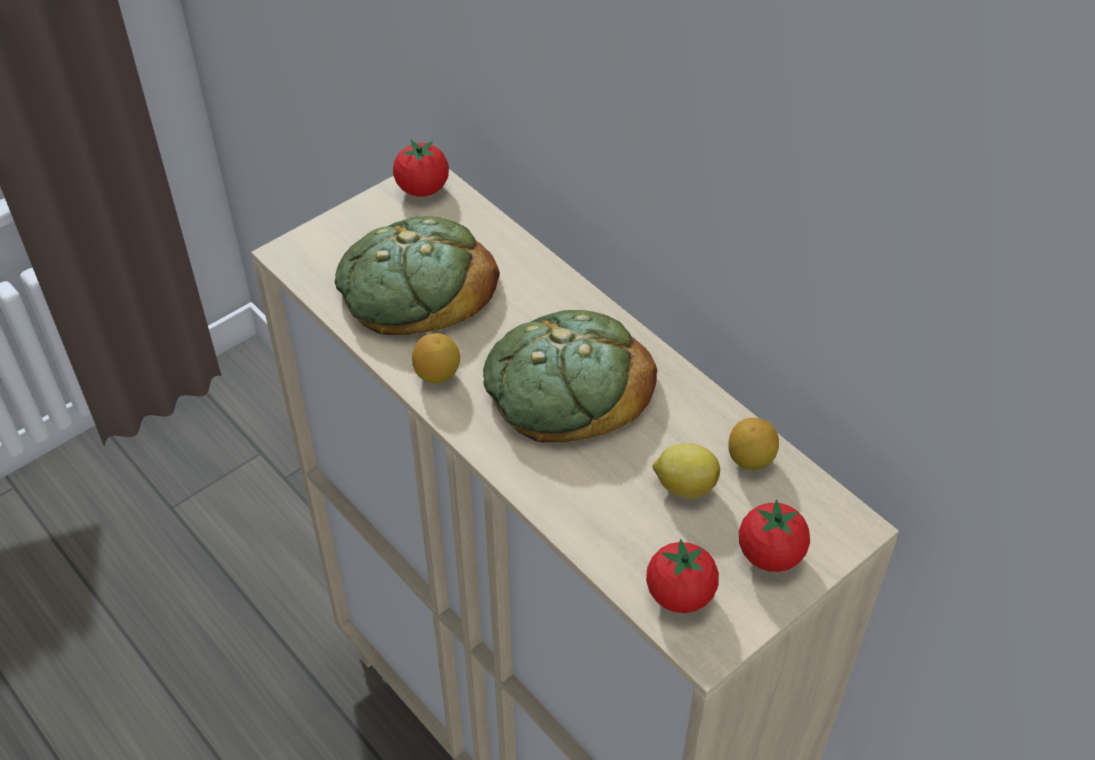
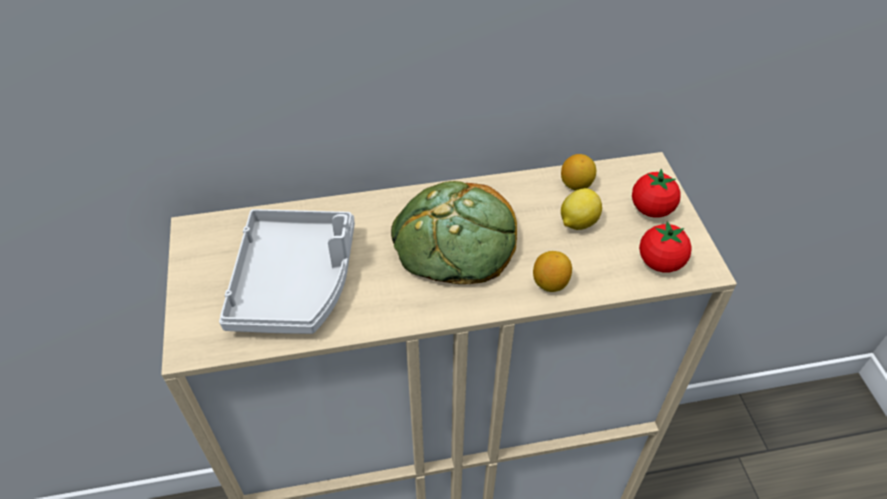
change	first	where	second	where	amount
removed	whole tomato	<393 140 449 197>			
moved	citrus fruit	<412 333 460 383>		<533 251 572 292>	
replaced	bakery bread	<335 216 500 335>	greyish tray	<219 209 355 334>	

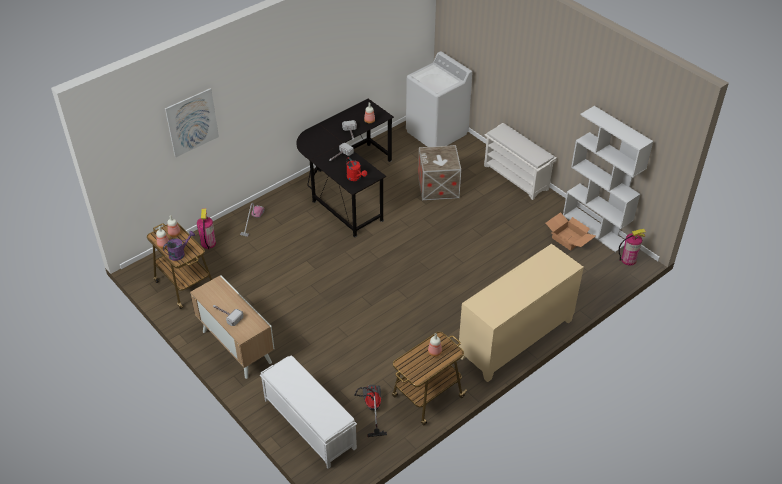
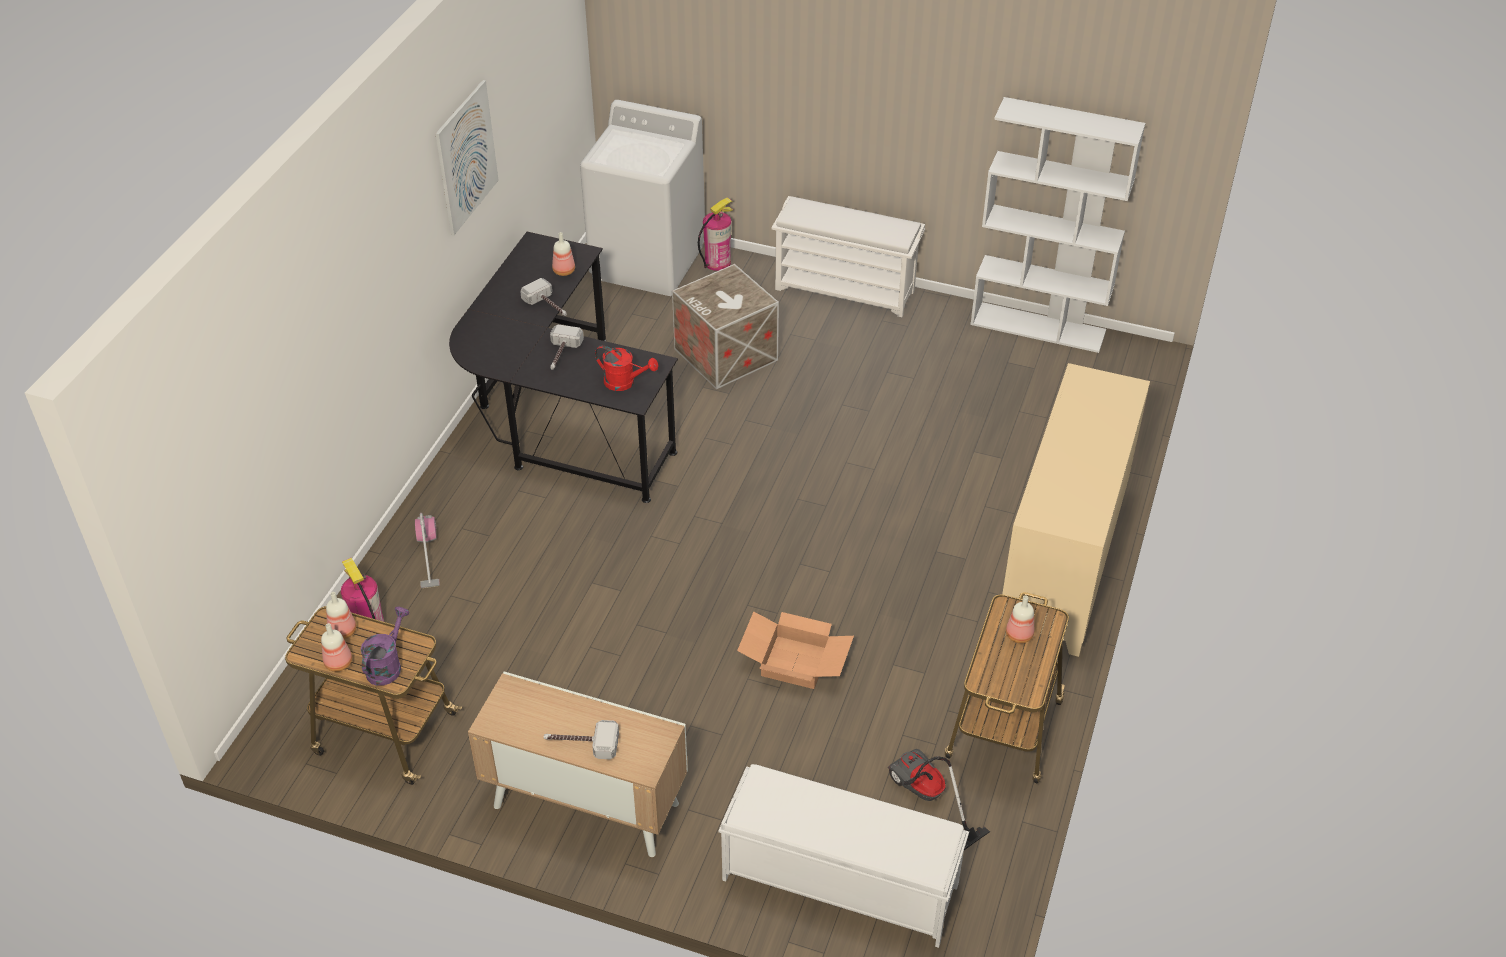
change	first	where	second	where	amount
moved	wall art	<165 88 219 158>		<435 80 499 235>	
moved	carton	<546 212 596 251>		<737 611 854 689>	
moved	fire-fighting cylinder	<619 229 646 265>		<698 197 733 271>	

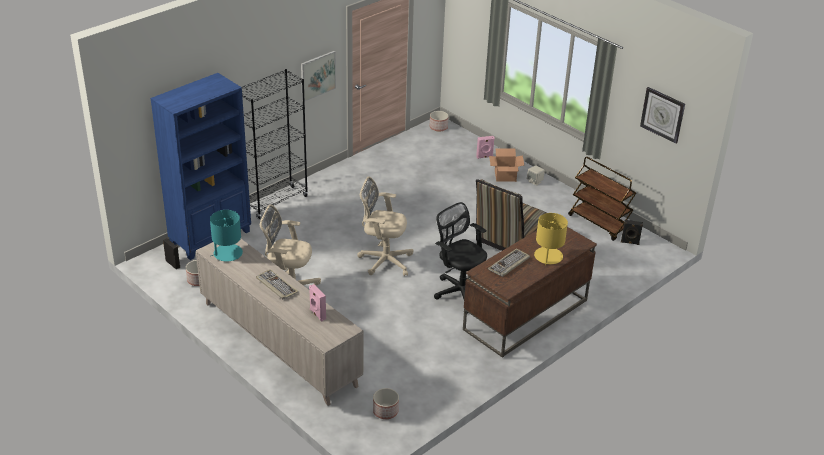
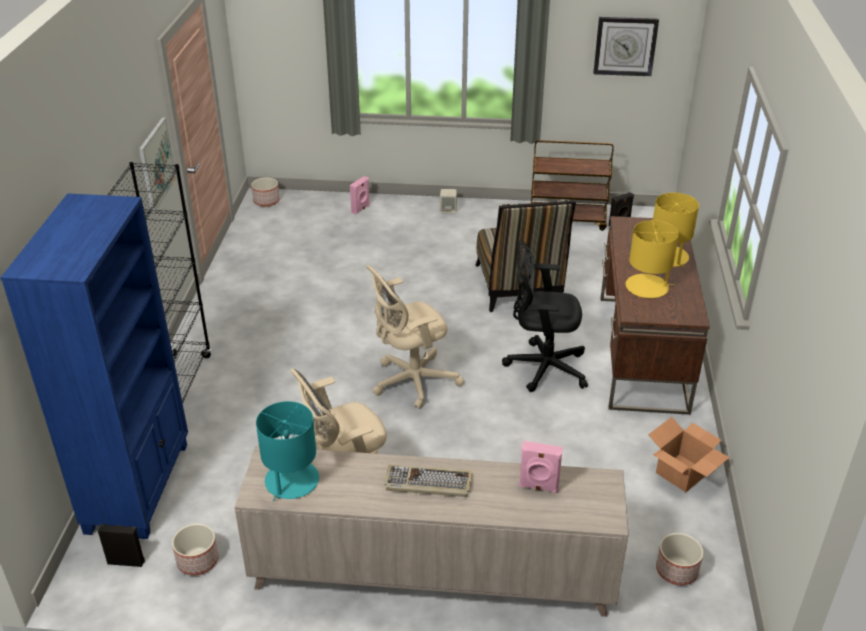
change	first	where	second	where	amount
moved	carton	<489 148 524 182>		<648 417 730 492>	
replaced	computer keyboard	<488 248 530 277>	yellow table lamp	<626 220 679 298>	

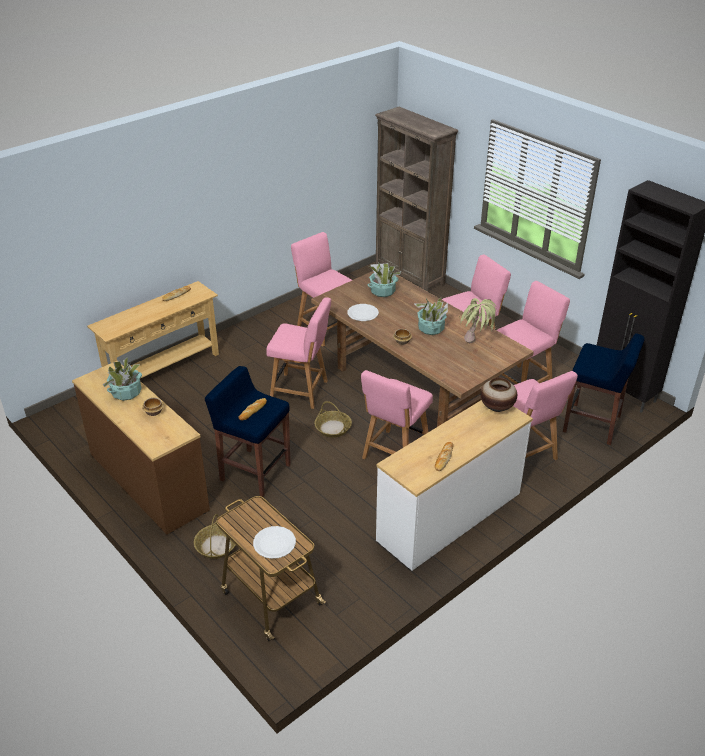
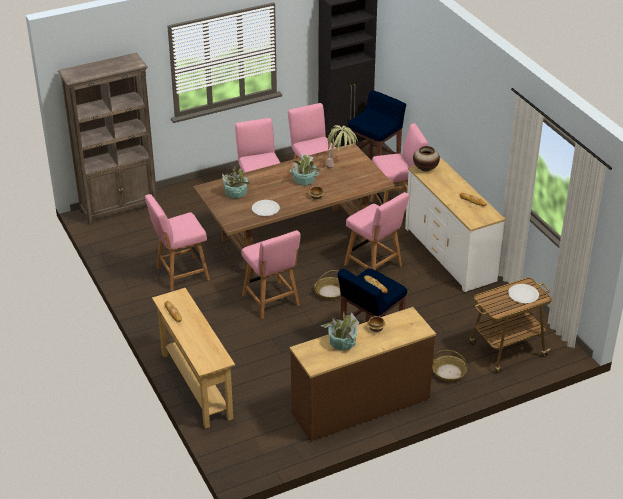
change	first	where	second	where	amount
turned	pinkish plain chair	<266 297 331 409>		<242 230 301 319>	120 degrees clockwise

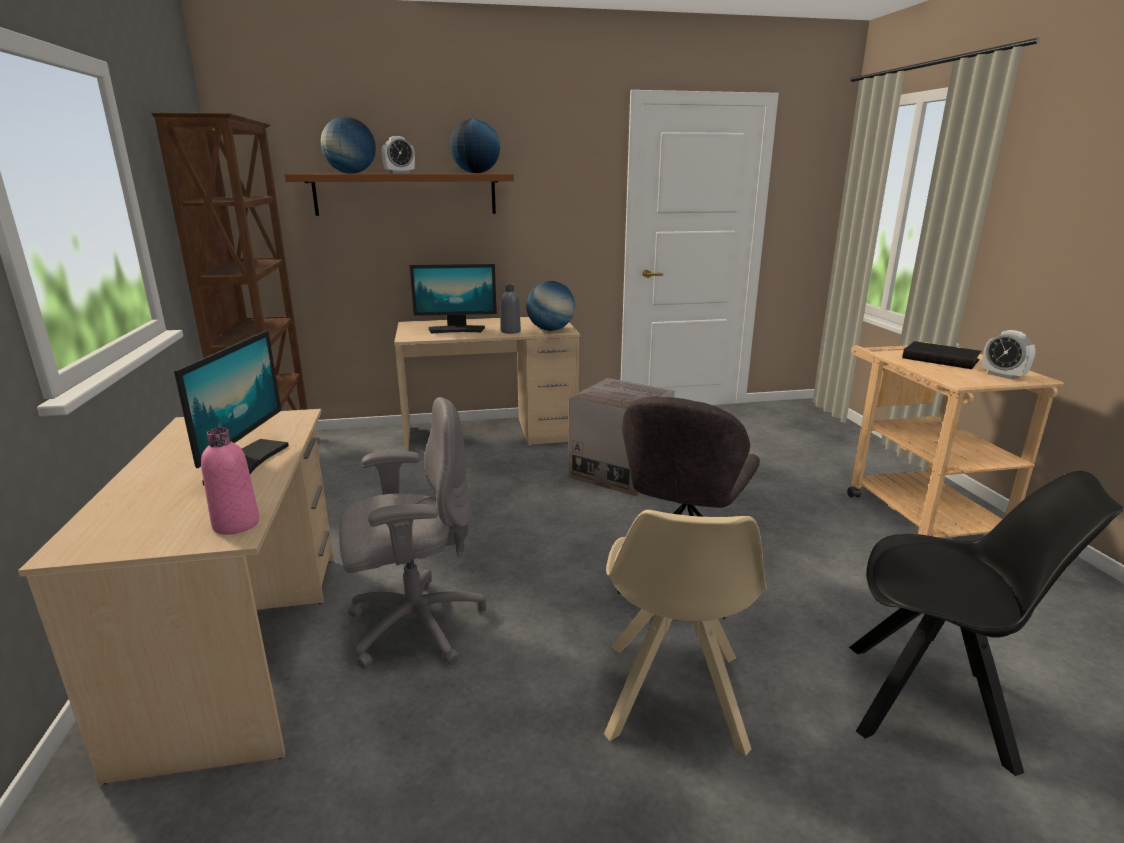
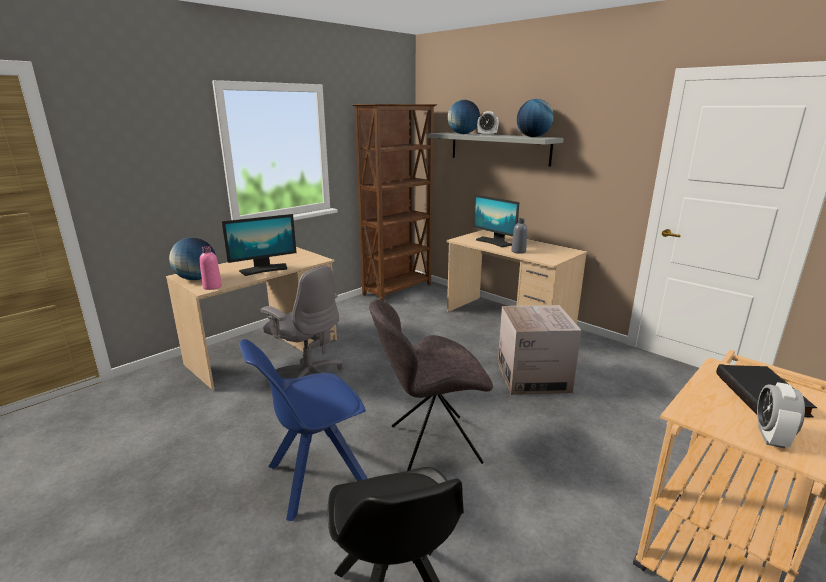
change	first	where	second	where	amount
moved	globe	<527 281 575 331>		<169 237 216 280>	
recoloured	brown-coloured bracket shelf	<285 174 514 216>	greyish bracket shelf	<428 133 564 167>	
recoloured	sand-coloured plain chair	<604 510 767 755>	blue-coloured plain chair	<239 339 368 521>	

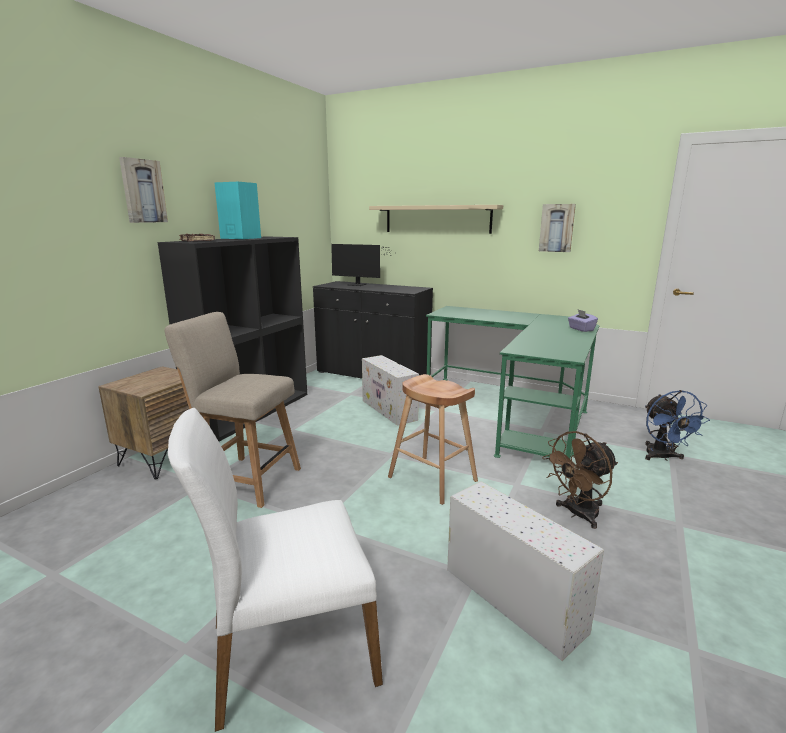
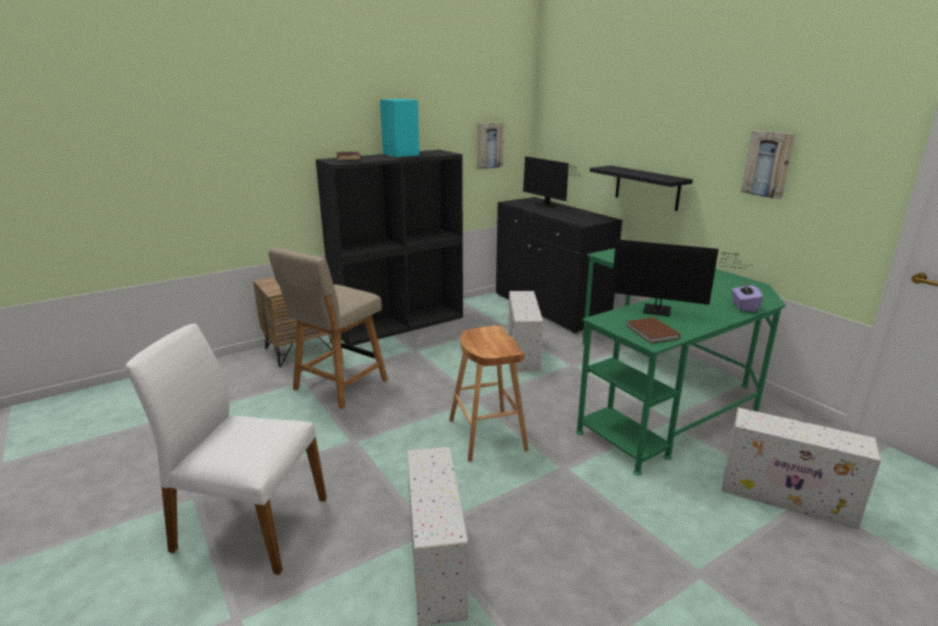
change	first	where	second	where	amount
removed	sand-coloured bracket shelf	<369 205 503 234>			
removed	brown-coloured cooling fan	<542 431 618 529>			
added			black-coloured bracket shelf	<590 165 693 211>	
added			computer display	<611 239 746 317>	
added			brown-coloured bound book	<626 317 681 343>	
moved	wall art	<119 157 168 223>		<477 122 504 169>	
replaced	blue-coloured cooling fan	<645 390 710 461>	white storage bin	<722 408 881 529>	
turned	sand-coloured plain chair	<165 312 301 508>		<268 247 388 409>	105 degrees counterclockwise

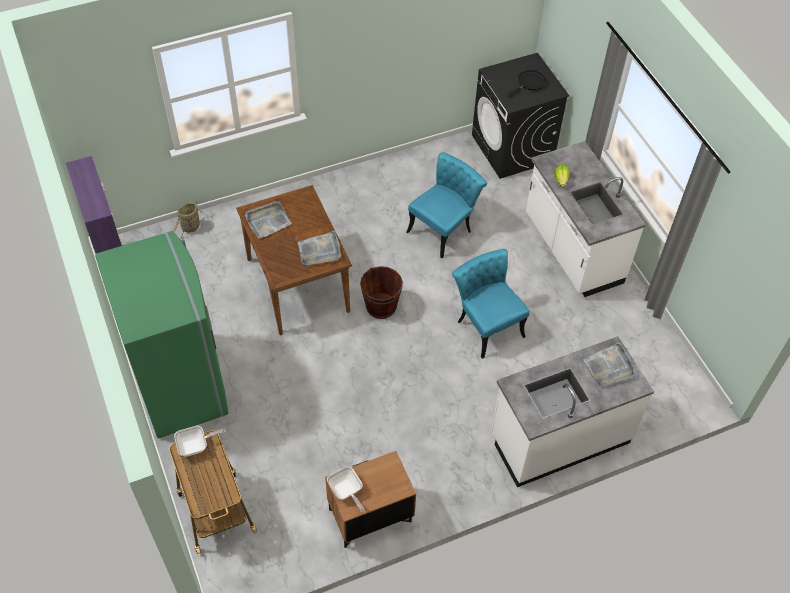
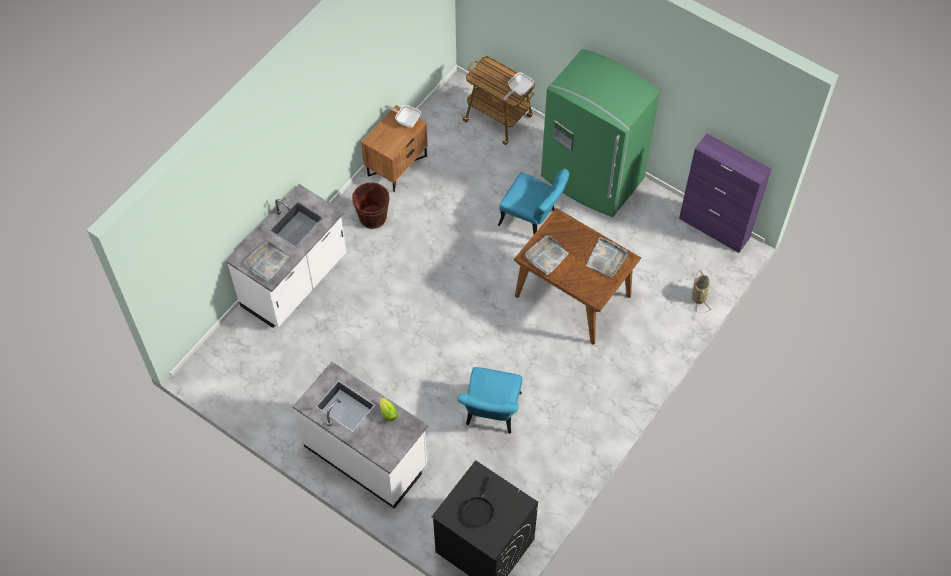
change	first	where	second	where	amount
moved	brown-coloured water bucket	<360 266 403 319>		<352 182 390 229>	
moved	turquoise-coloured plain chair	<452 249 530 359>		<498 169 569 234>	

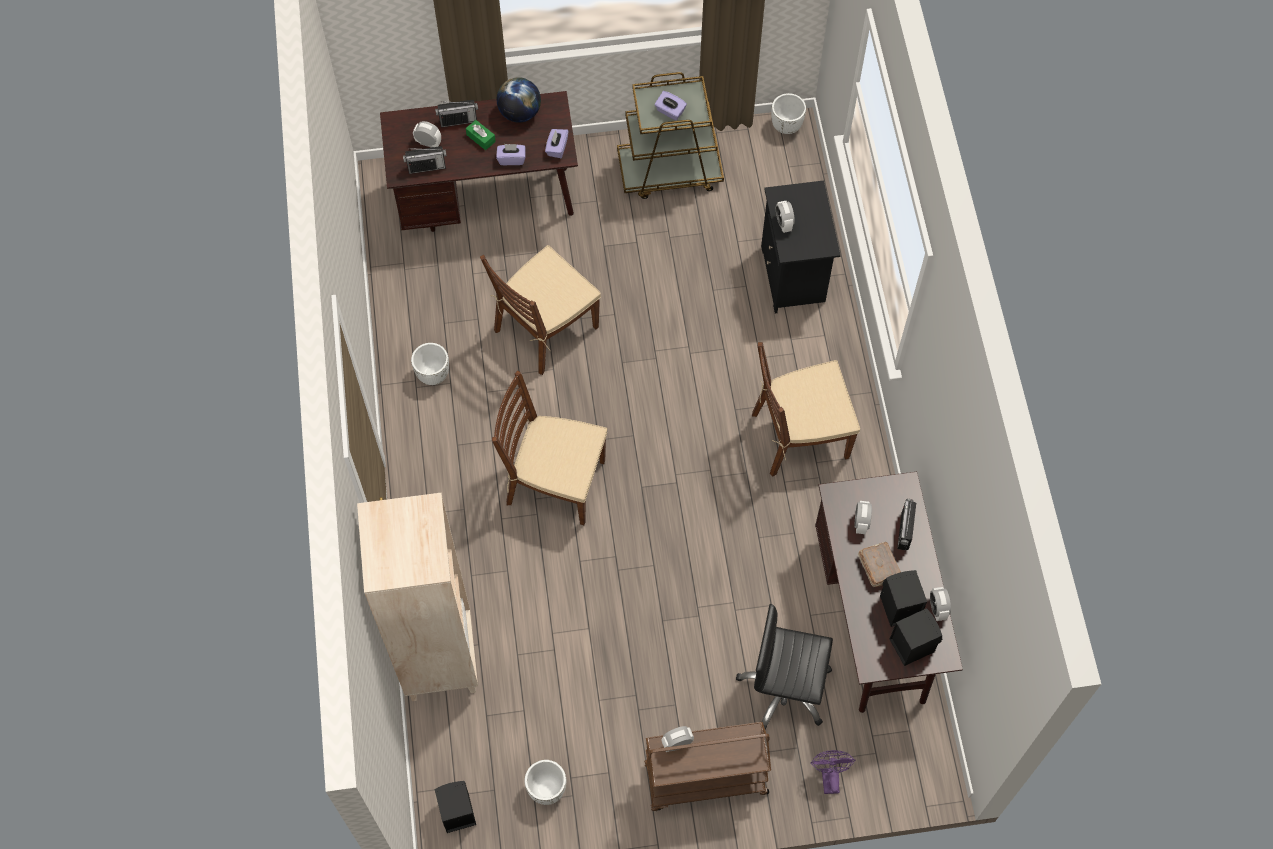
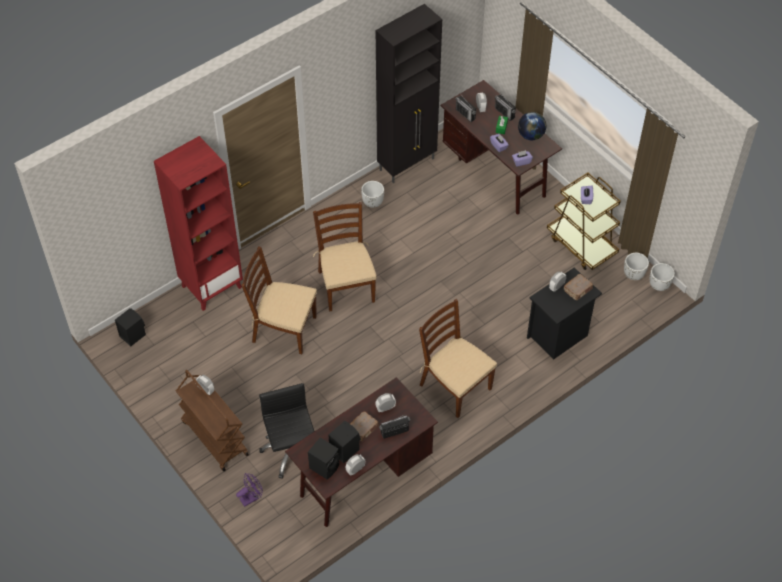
change	first	where	second	where	amount
added			black-coloured cabinet	<376 4 442 183>	
added			brown-coloured bound book	<564 274 593 300>	
moved	brown-coloured plain chair	<480 245 601 375>		<242 246 317 354>	
moved	white plant pot	<525 760 566 805>		<624 253 649 280>	
recoloured	sand-coloured shelving unit	<357 493 478 701>	red shelving unit	<154 136 243 311>	

